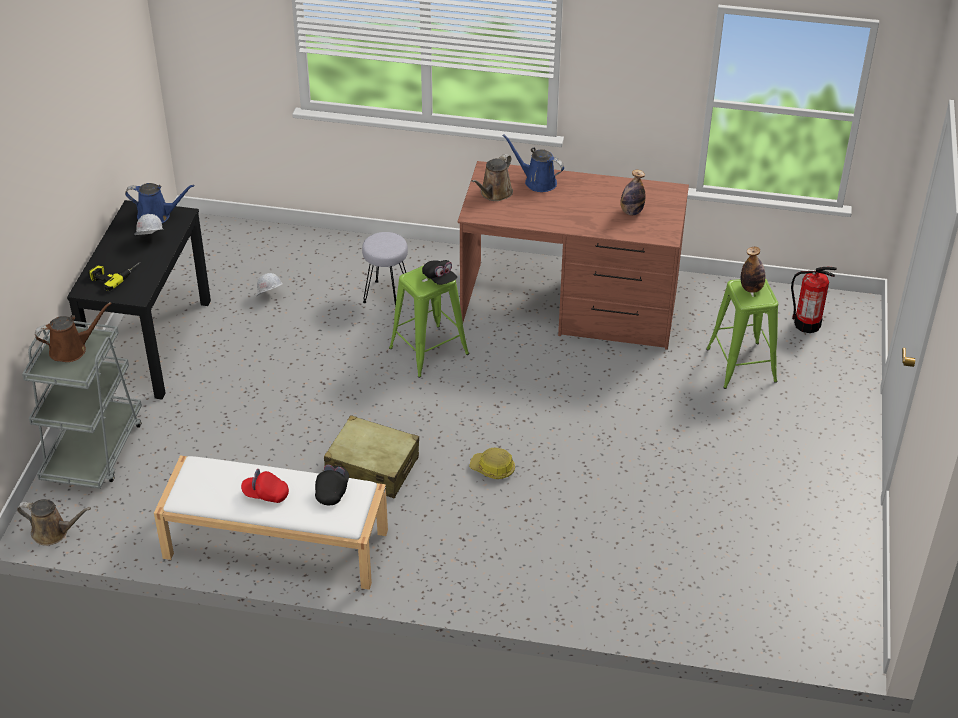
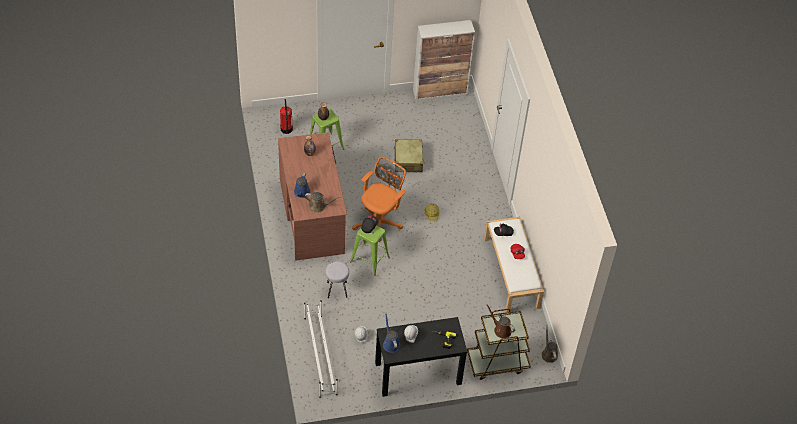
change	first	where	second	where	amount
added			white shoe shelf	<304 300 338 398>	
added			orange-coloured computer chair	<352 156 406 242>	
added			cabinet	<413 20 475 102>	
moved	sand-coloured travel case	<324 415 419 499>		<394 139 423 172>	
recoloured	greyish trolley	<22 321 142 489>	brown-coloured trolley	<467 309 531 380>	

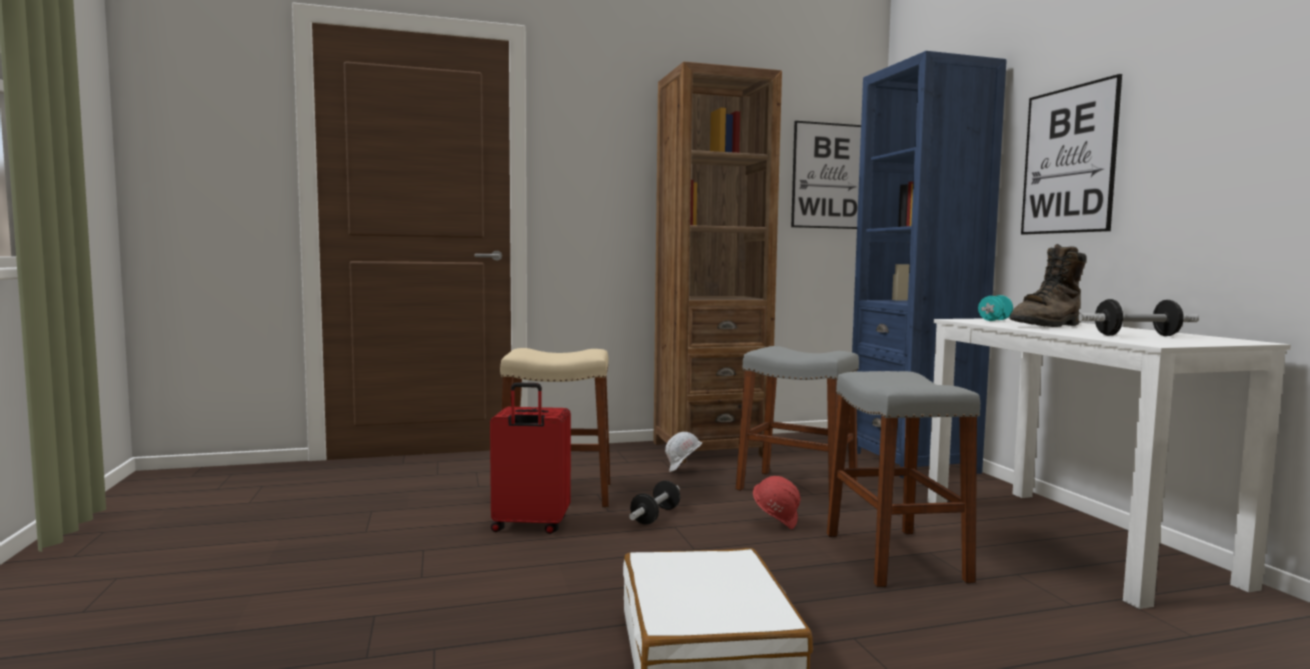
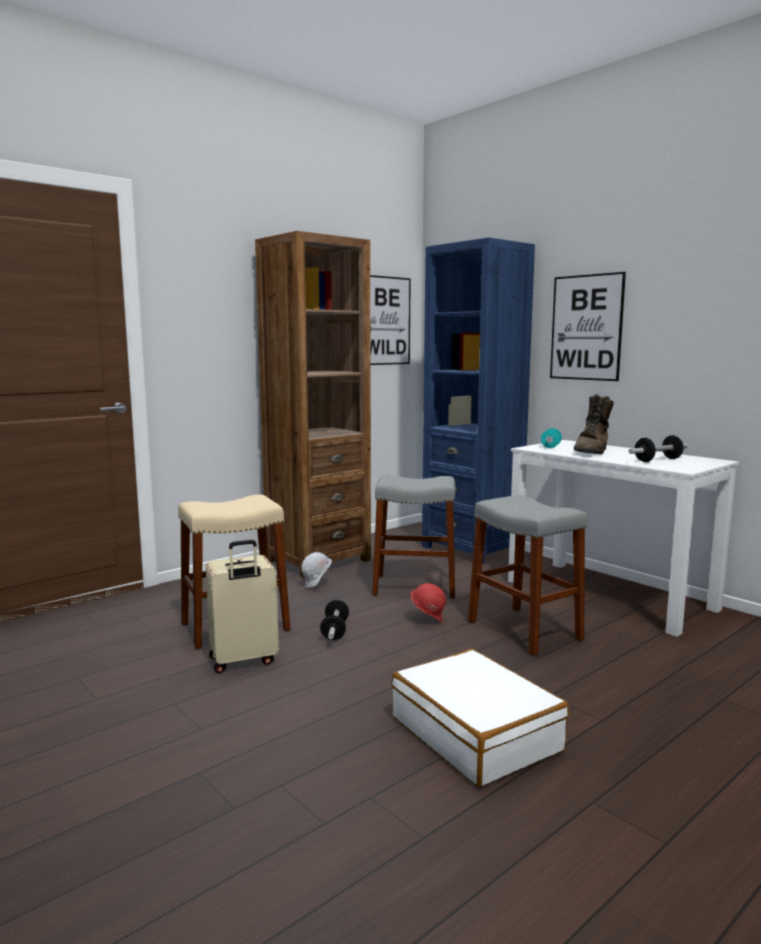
change	first	where	second	where	amount
recoloured	red travel case	<490 382 571 534>	sand-coloured travel case	<206 540 279 673>	

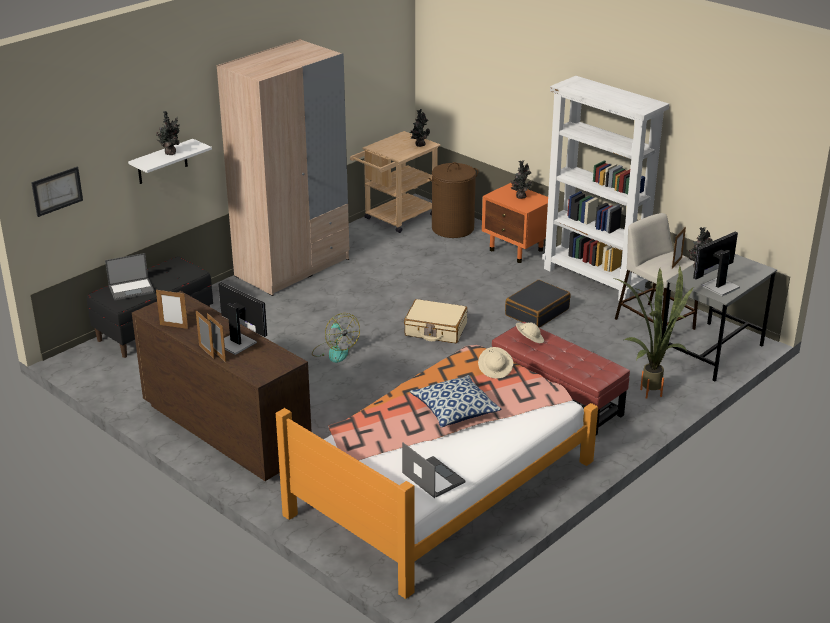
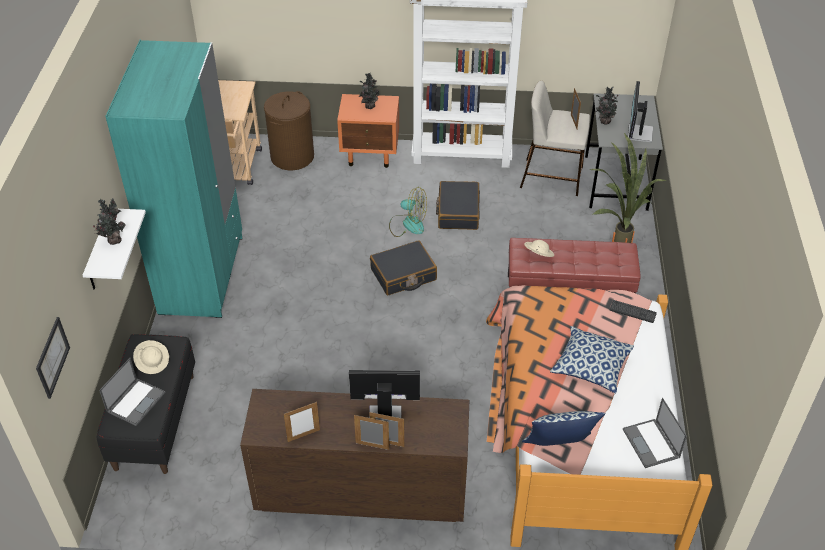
change	first	where	second	where	amount
removed	potted plant	<410 109 430 147>			
added			cushion	<522 411 605 446>	
added			computer keyboard	<610 300 657 323>	
moved	cooling fan	<312 313 360 363>		<389 187 427 237>	
moved	sand-coloured wearable hat	<478 347 513 378>		<133 340 169 374>	
recoloured	sand-coloured clothes cupboard	<217 39 349 296>	turquoise-coloured clothes cupboard	<105 39 243 318>	
recoloured	sand-coloured travel case	<404 299 467 343>	black-coloured travel case	<370 240 437 295>	
turned	notebook computer	<402 442 466 498>		<623 398 687 468>	120 degrees counterclockwise

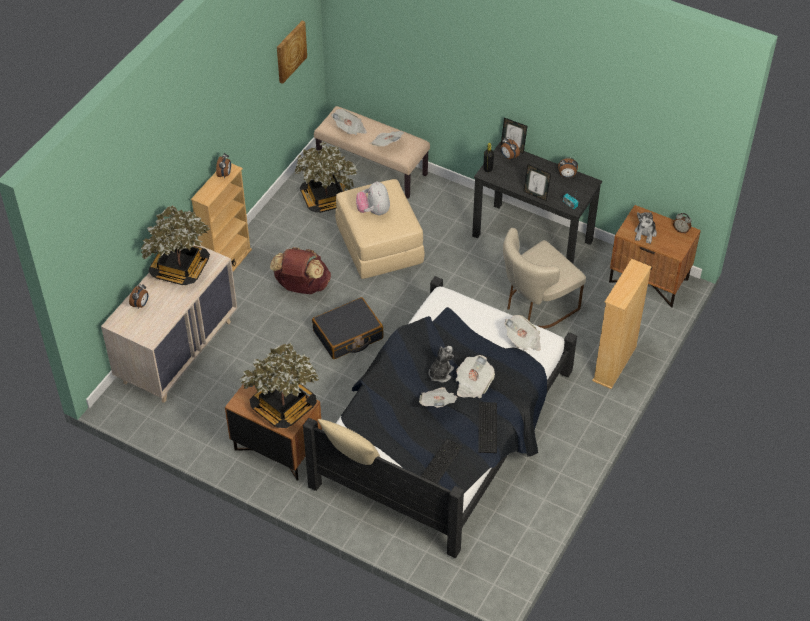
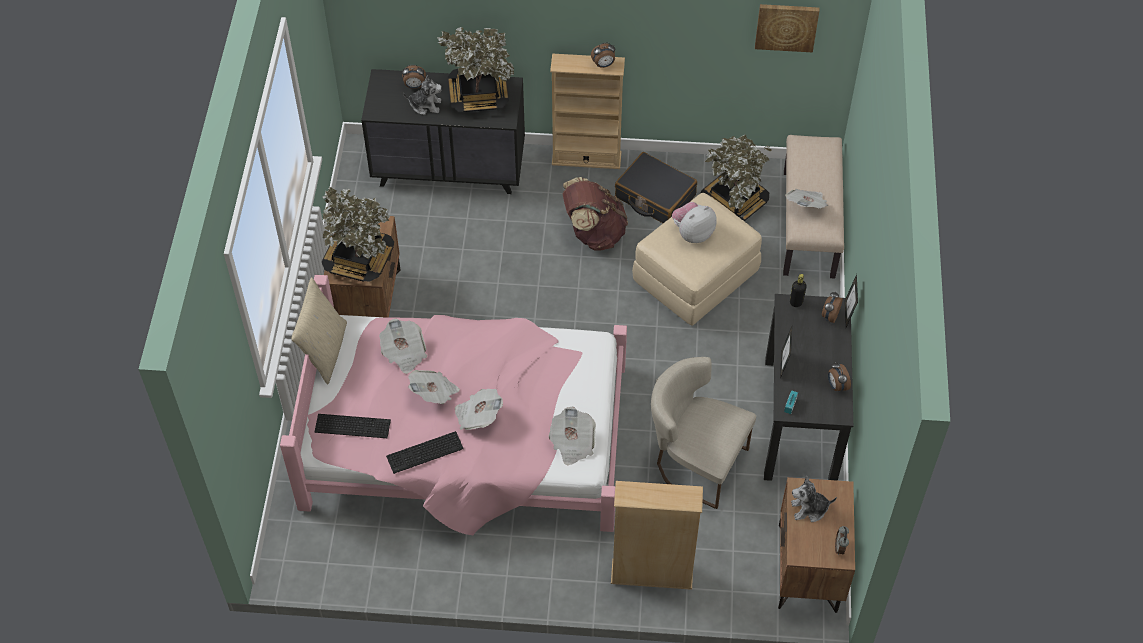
change	first	where	second	where	amount
moved	black-coloured travel case	<312 297 384 359>		<615 152 697 223>	
moved	newspaper	<331 109 367 135>		<379 318 427 374>	
moved	cuddly toy	<429 346 454 383>		<403 75 442 115>	
recoloured	sand-coloured drawer chest	<101 245 237 403>	black-coloured drawer chest	<361 69 525 194>	
recoloured	black-coloured bedroom bed	<303 276 577 558>	pinkish bedroom bed	<280 275 627 535>	

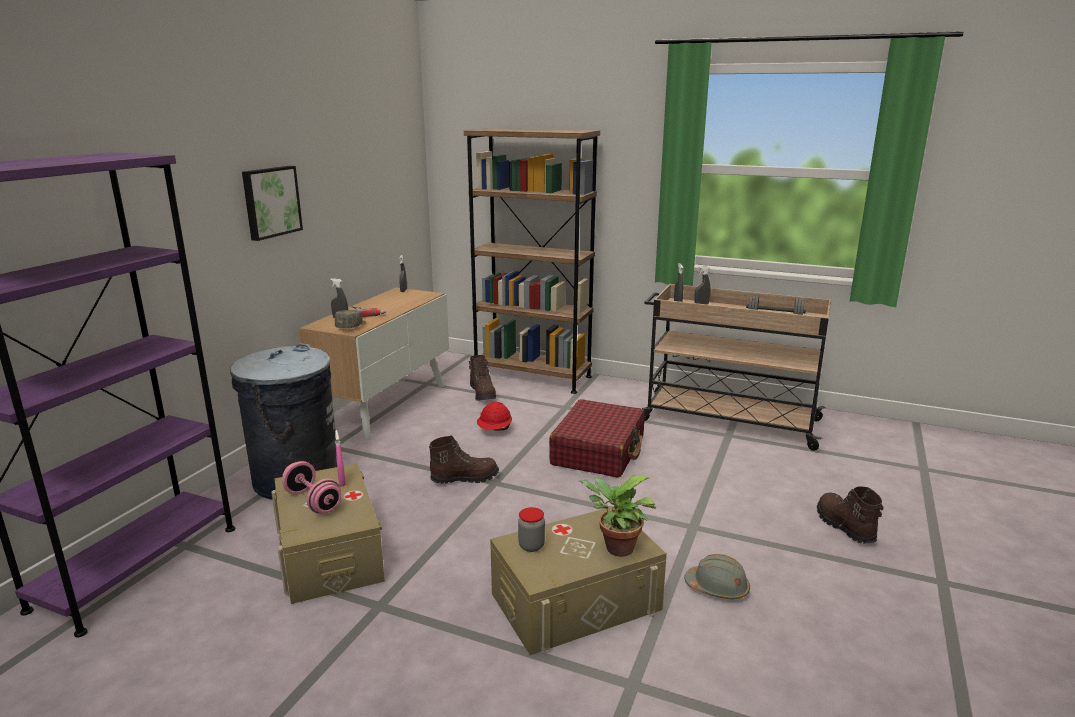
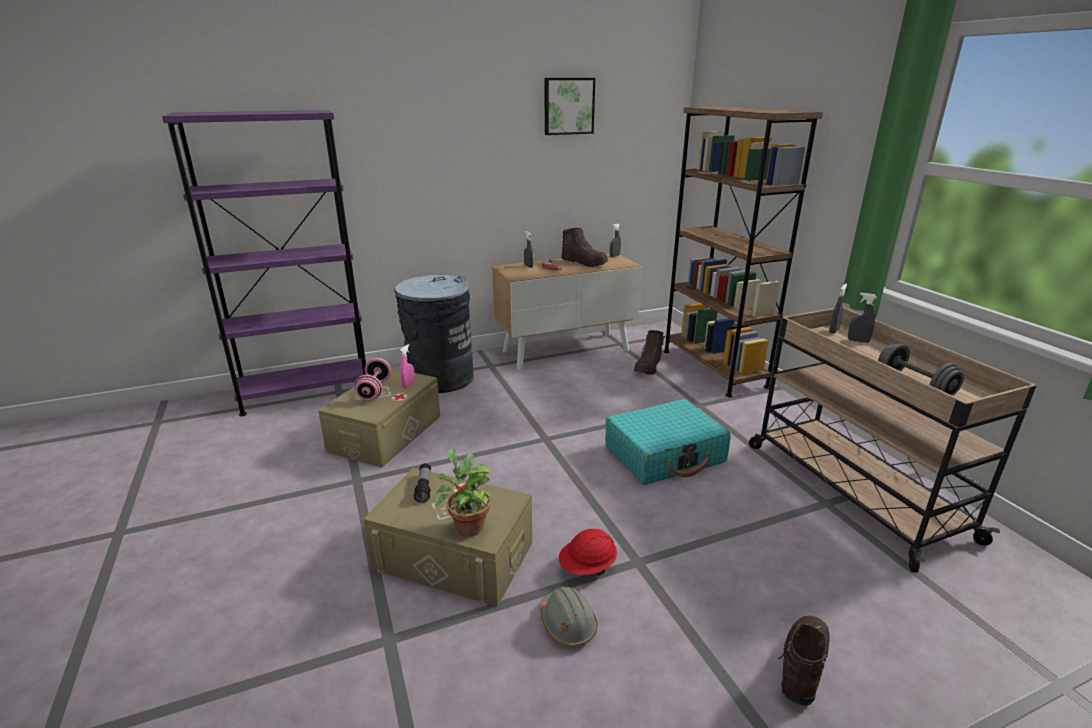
change	first	where	second	where	amount
removed	greyish baseball cap	<335 310 366 328>			
moved	wall art	<242 166 303 241>		<545 78 595 135>	
moved	brown-coloured tall boot	<429 435 499 484>		<561 227 608 267>	
moved	red work helmet	<477 402 512 431>		<559 529 617 576>	
replaced	storage jar	<518 507 545 552>	torch	<414 463 431 503>	
recoloured	red travel case	<549 399 645 478>	turquoise-coloured travel case	<605 399 731 485>	

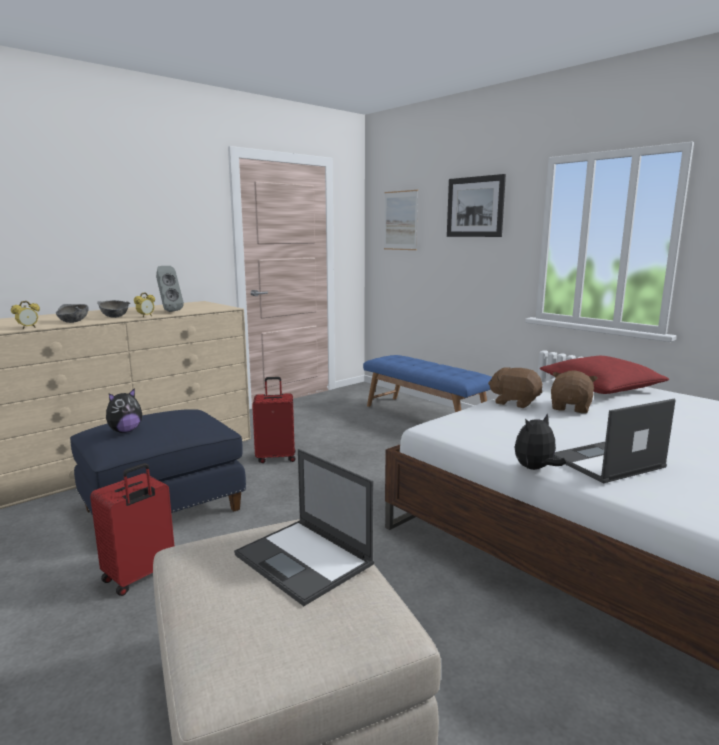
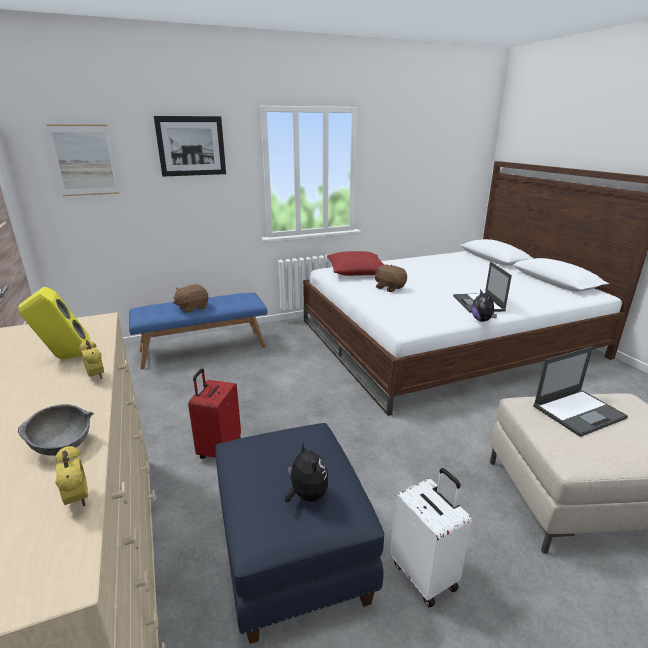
change	first	where	second	where	amount
removed	greyish serving bowl	<97 300 131 318>			
moved	brown-coloured cuddly toy	<488 367 542 408>		<173 284 208 313>	
recoloured	red travel case	<90 463 174 596>	white travel case	<390 468 472 607>	
recoloured	greyish loudspeaker	<156 266 184 312>	yellow loudspeaker	<18 287 91 359>	

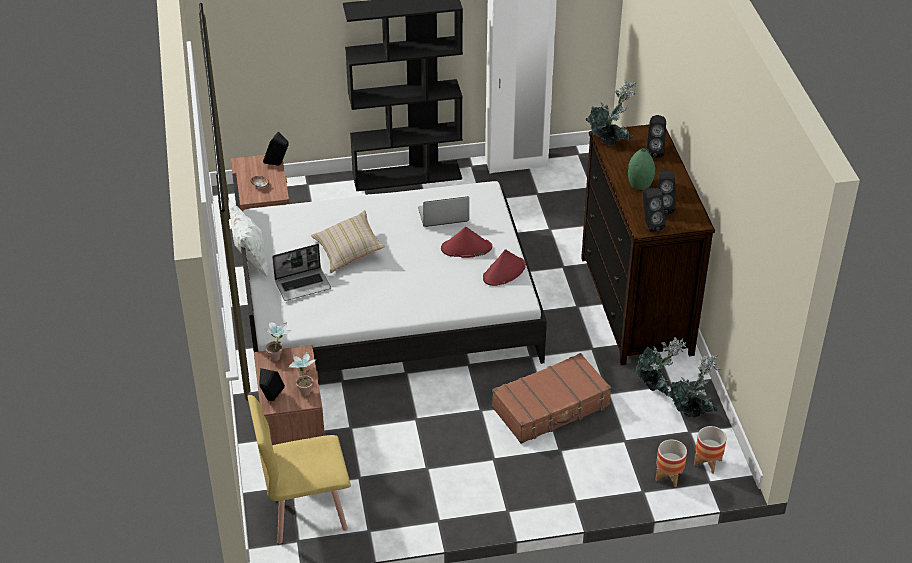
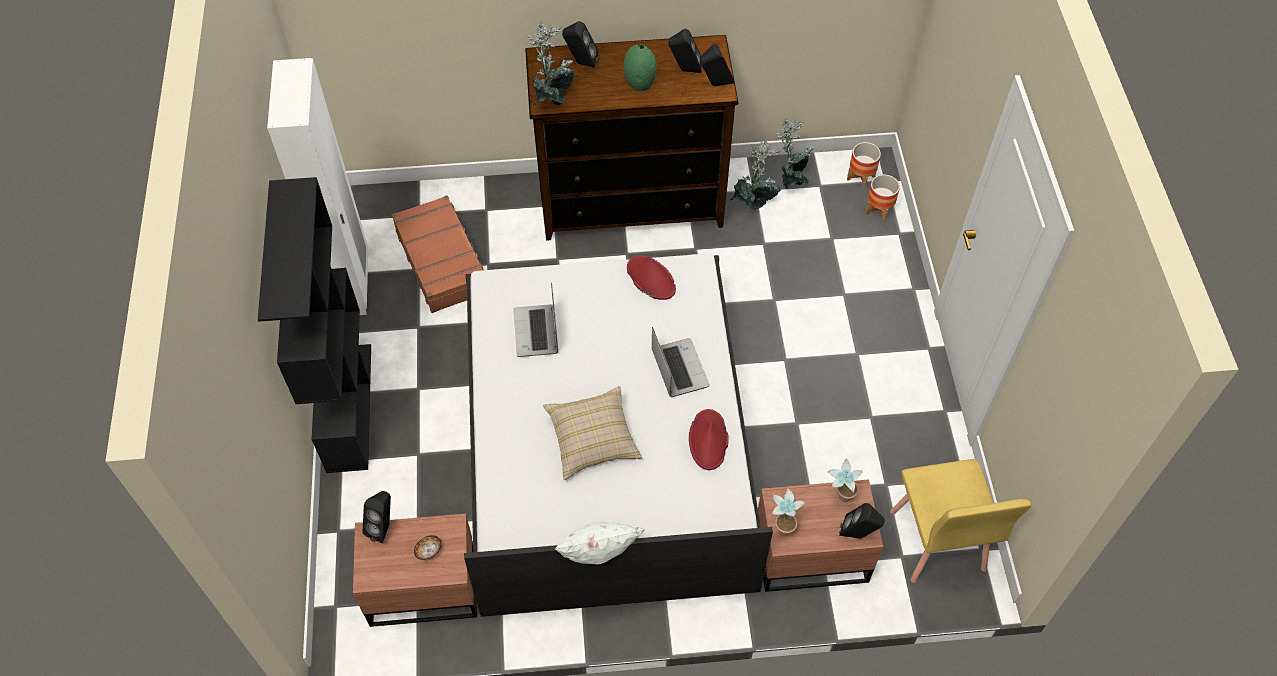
change	first	where	second	where	amount
moved	notebook computer	<272 244 331 301>		<652 327 709 397>	
moved	red wearable hat	<441 227 492 258>		<689 409 729 470>	
moved	brown-coloured travel case	<492 353 611 444>		<391 195 484 313>	

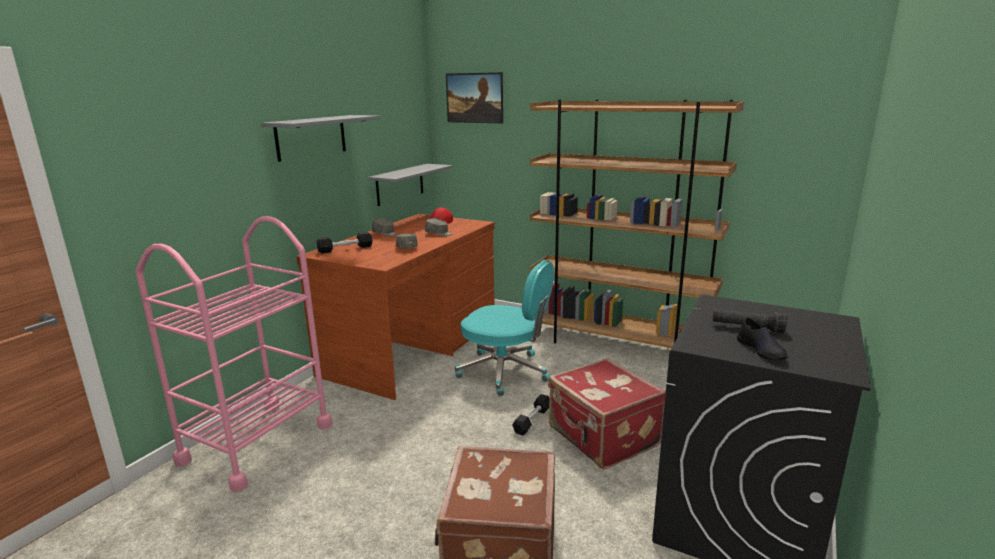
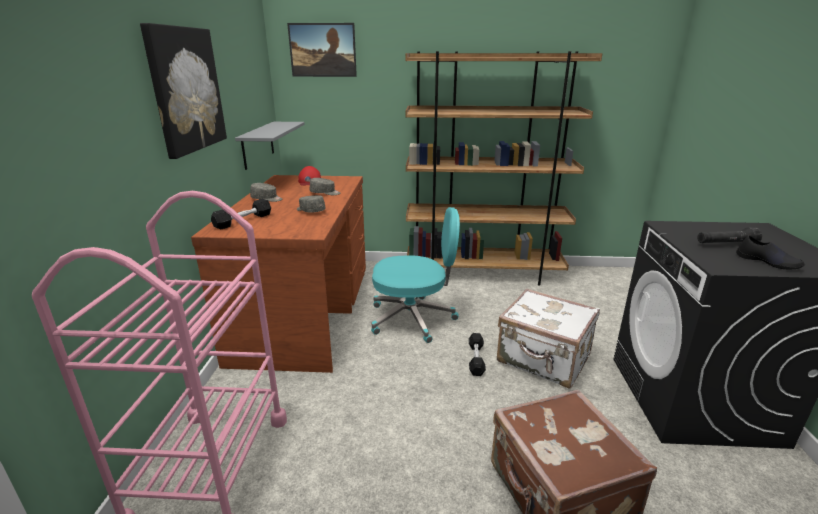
change	first	where	second	where	amount
replaced	greyish bracket shelf	<261 115 380 162>	wall art	<140 23 227 159>	
recoloured	red travel case	<548 358 666 469>	white travel case	<497 288 600 389>	

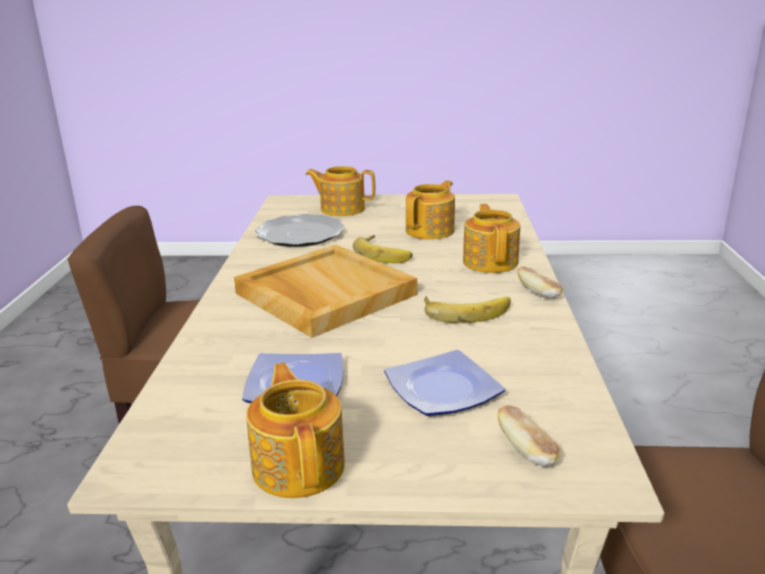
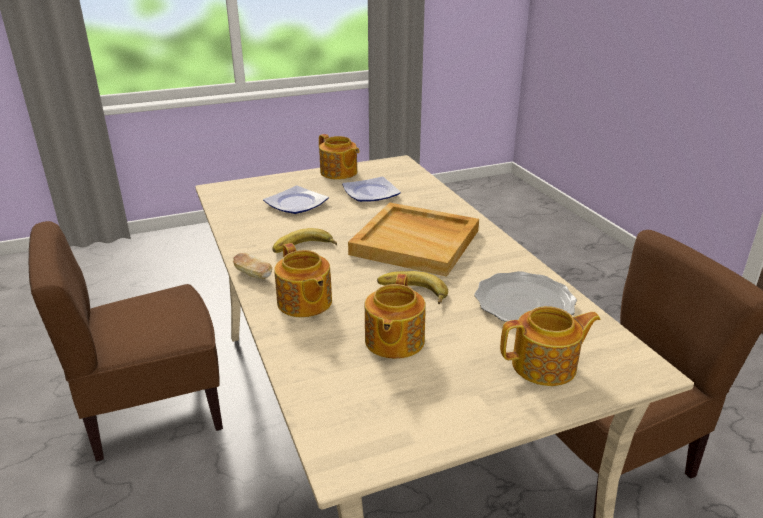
change	first	where	second	where	amount
removed	bakery bread	<498 405 561 466>			

